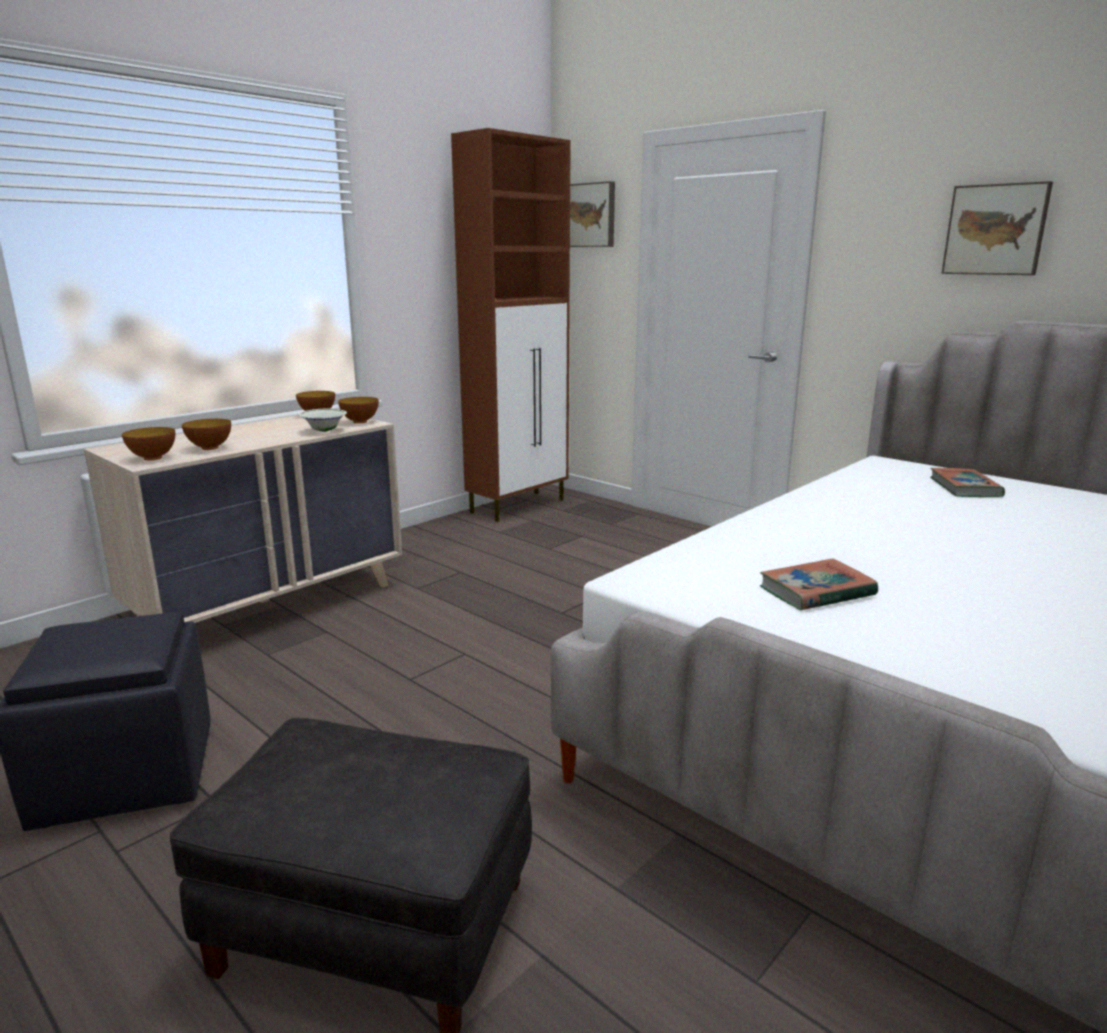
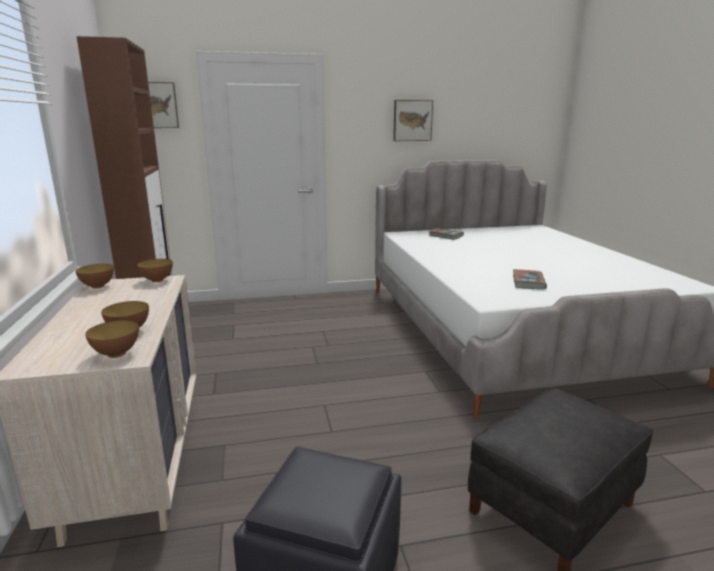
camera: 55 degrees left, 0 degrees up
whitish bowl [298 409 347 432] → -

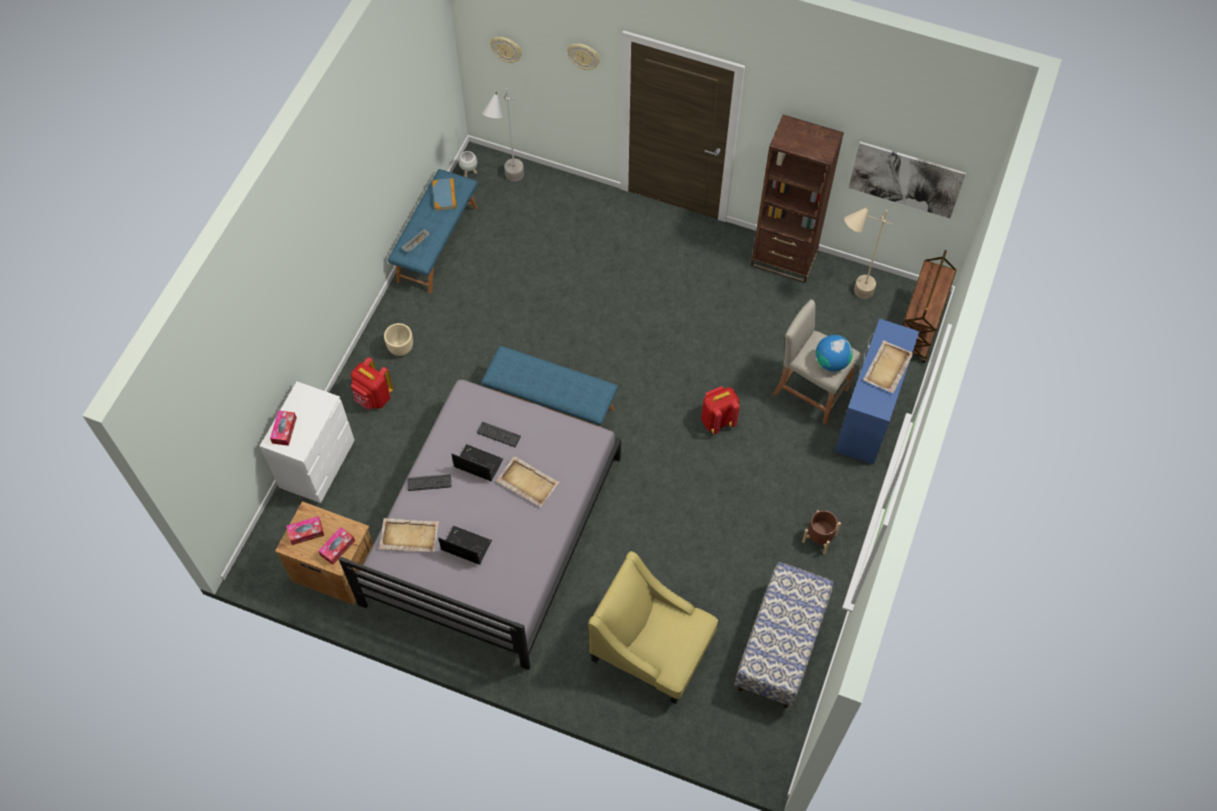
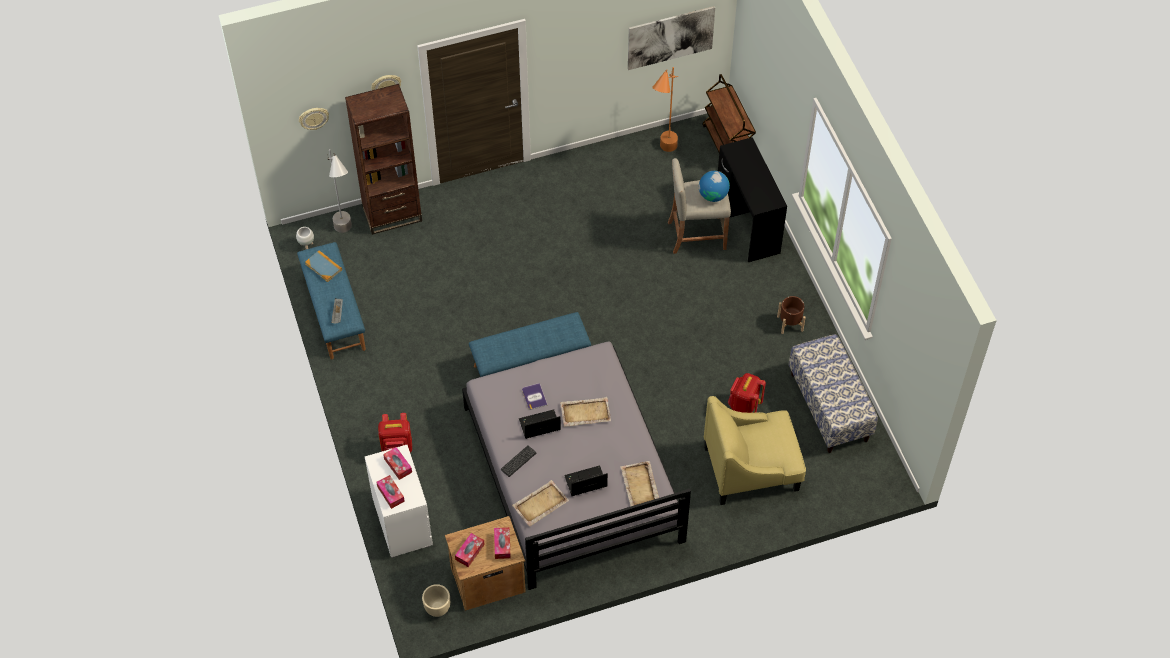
camera: 40 degrees left, 5 degrees down
- → tissue box [383 447 412 480]
beige flower pot [384 323 413 356] → beige flower pot [422 584 450 617], move
red rucksack [701 386 740 434] → red rucksack [728 373 766 413], move
brownish bookshelf [751 115 844 283] → brownish bookshelf [345 84 422 235], move
beige serving tray [863 340 913 393] → beige serving tray [620 461 659 506], move
computer keyboard [477 422 521 447] → book [522 383 548 410]
bluish desk table [835 319 920 465] → black desk table [718 137 787 262]
beige standard lamp [844 206 893 299] → orange standard lamp [652 67 678 152]

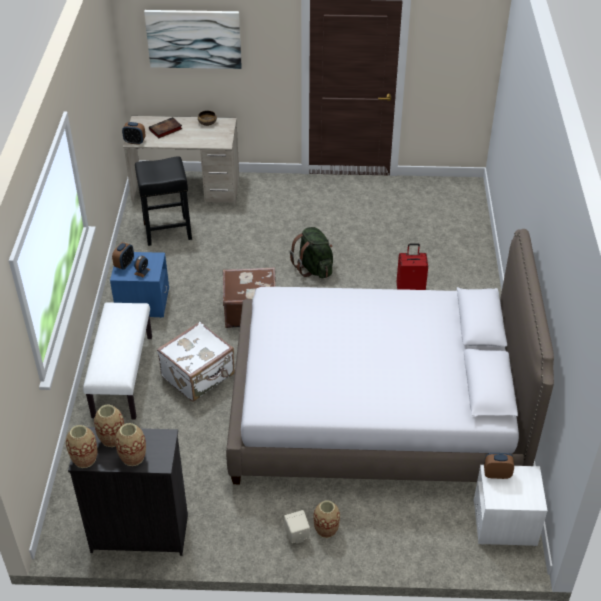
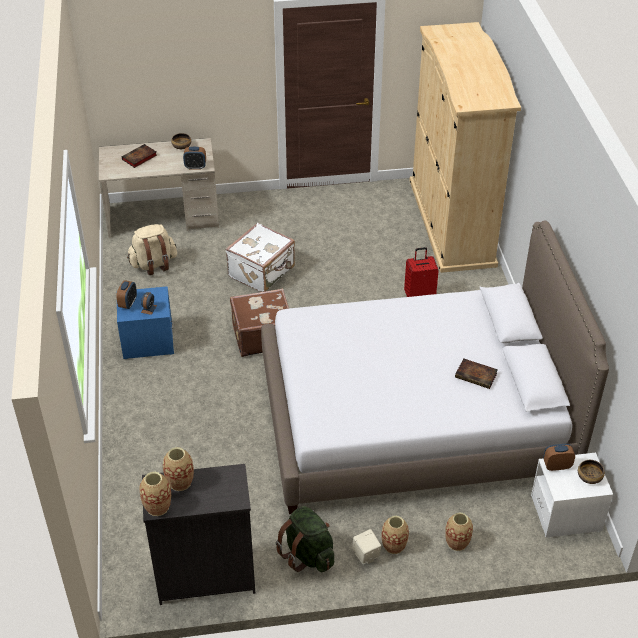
camera: 10 degrees left, 0 degrees up
whitish bench [83 302 152 419] → -
wall art [144 10 242 69] → -
- → beige clothes cupboard [410 22 521 273]
- → book [455 358 498 389]
- → bowl [578 460 605 484]
vase [115 423 146 466] → vase [445 513 473 551], move
bedside clock [122 122 146 145] → bedside clock [183 147 206 170], move
whitish travel case [157 322 235 402] → whitish travel case [225 223 295 292], move
greenish rucksack [290 227 333 278] → greenish rucksack [276 506 334 572], move
black stool [135 156 192 246] → beige rucksack [127 224 177 275]

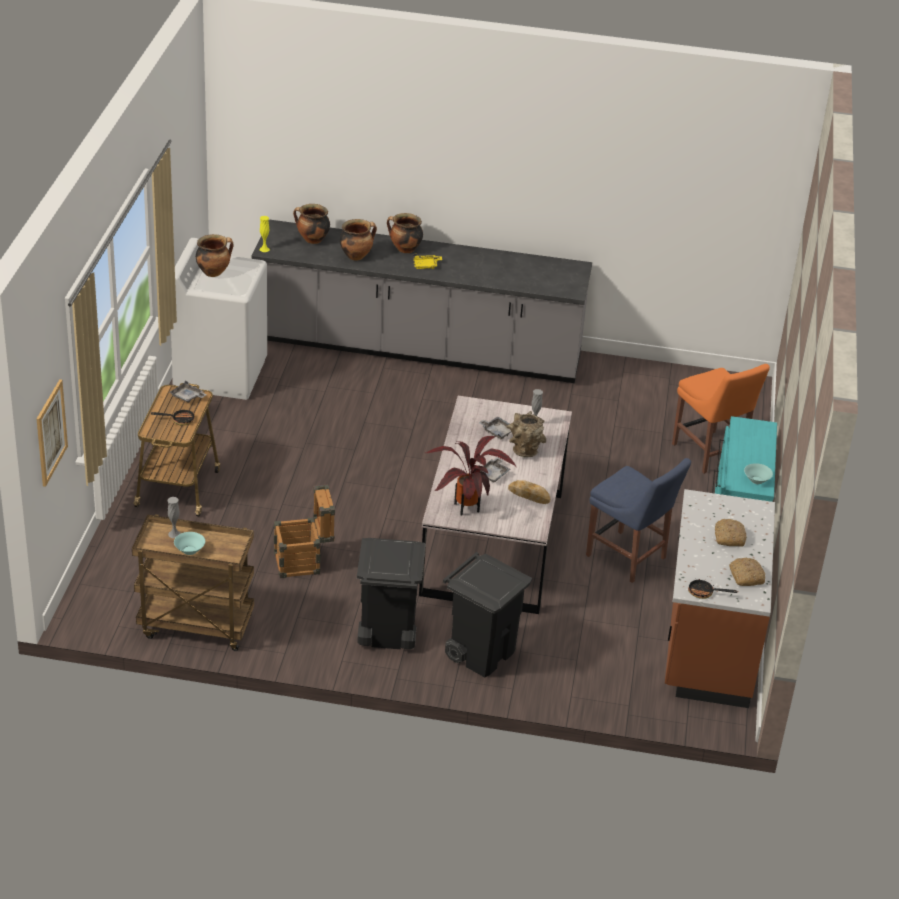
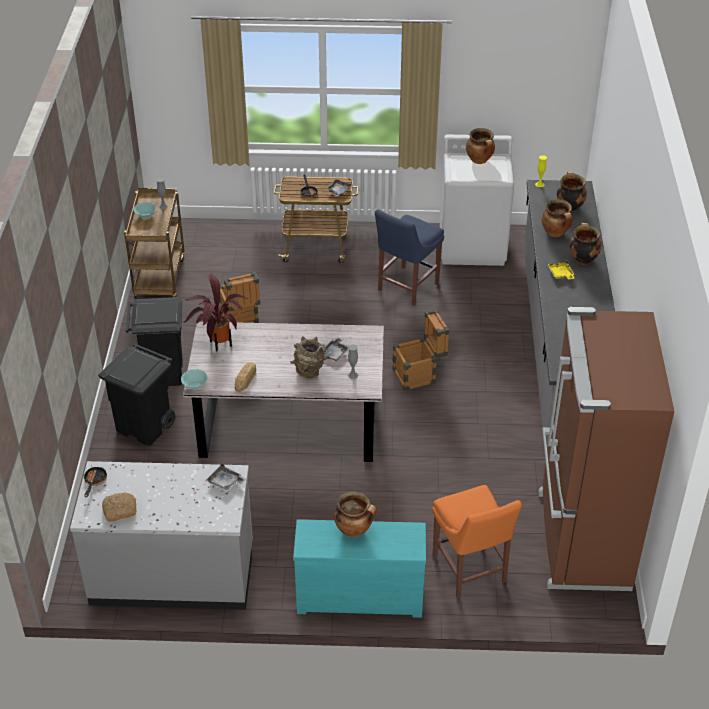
camera: 85 degrees right, 5 degrees up
wall art [37 379 68 487] → -
bakery bread [715 519 747 547] → -
- → stockpot [334 491 377 537]
- → shipping crate [392 309 449 391]
- → brownish refrigerator [538 307 675 591]
grey serving tray [480 457 511 483] → grey serving tray [206 464 246 490], move
bluish upright chair [586 458 691 583] → bluish upright chair [375 209 444 306], move
turquoise bowl [744 463 773 484] → turquoise bowl [181 369 208 389], move
brownish kitchen counter [665 489 775 708] → grey kitchen counter [70 461 253 610]
orange upright chair [672 364 770 474] → orange upright chair [432 485 522 598], 75 degrees counterclockwise

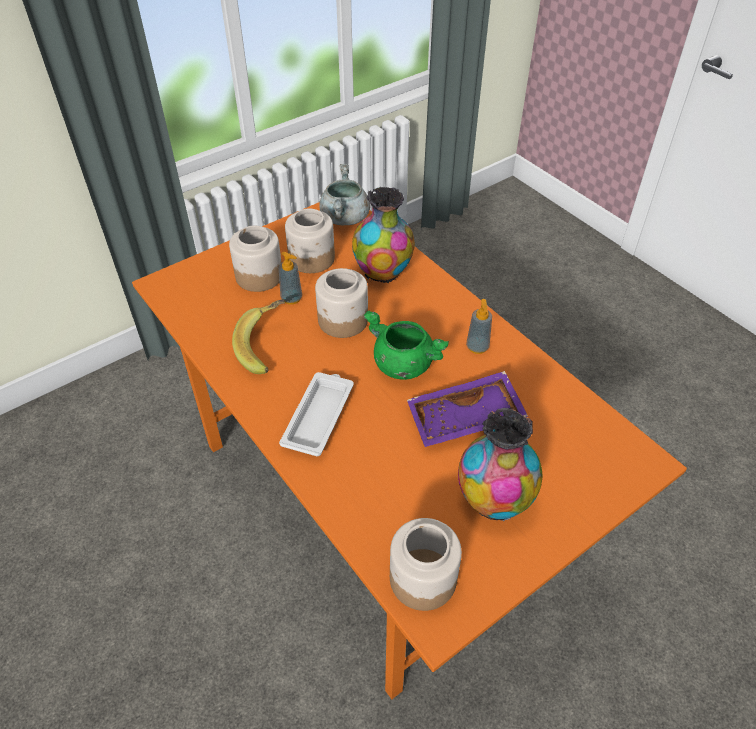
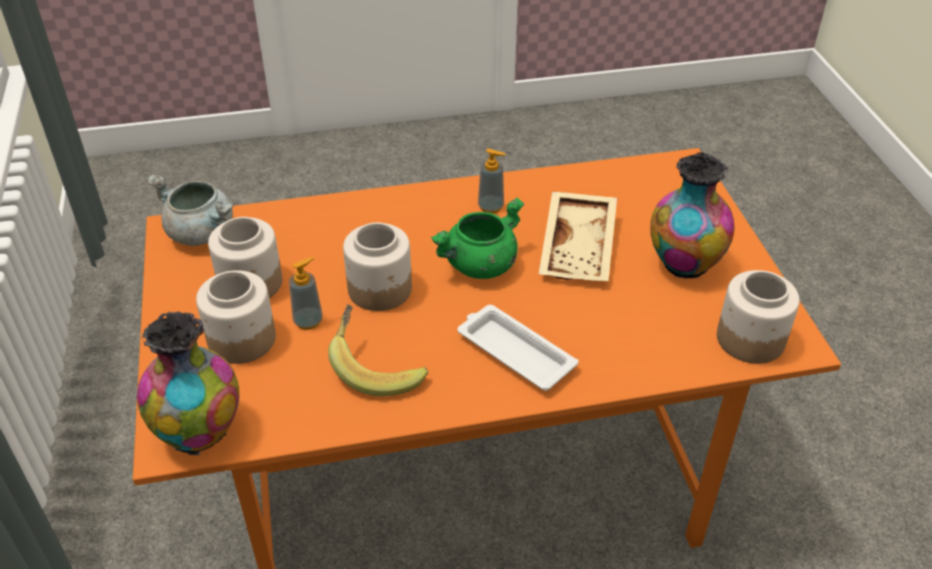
camera: 65 degrees left, 5 degrees down
vase [352 187 415 283] → vase [137 311 239 455], move
purplish serving tray [407 371 528 447] → beige serving tray [539 192 617 281]

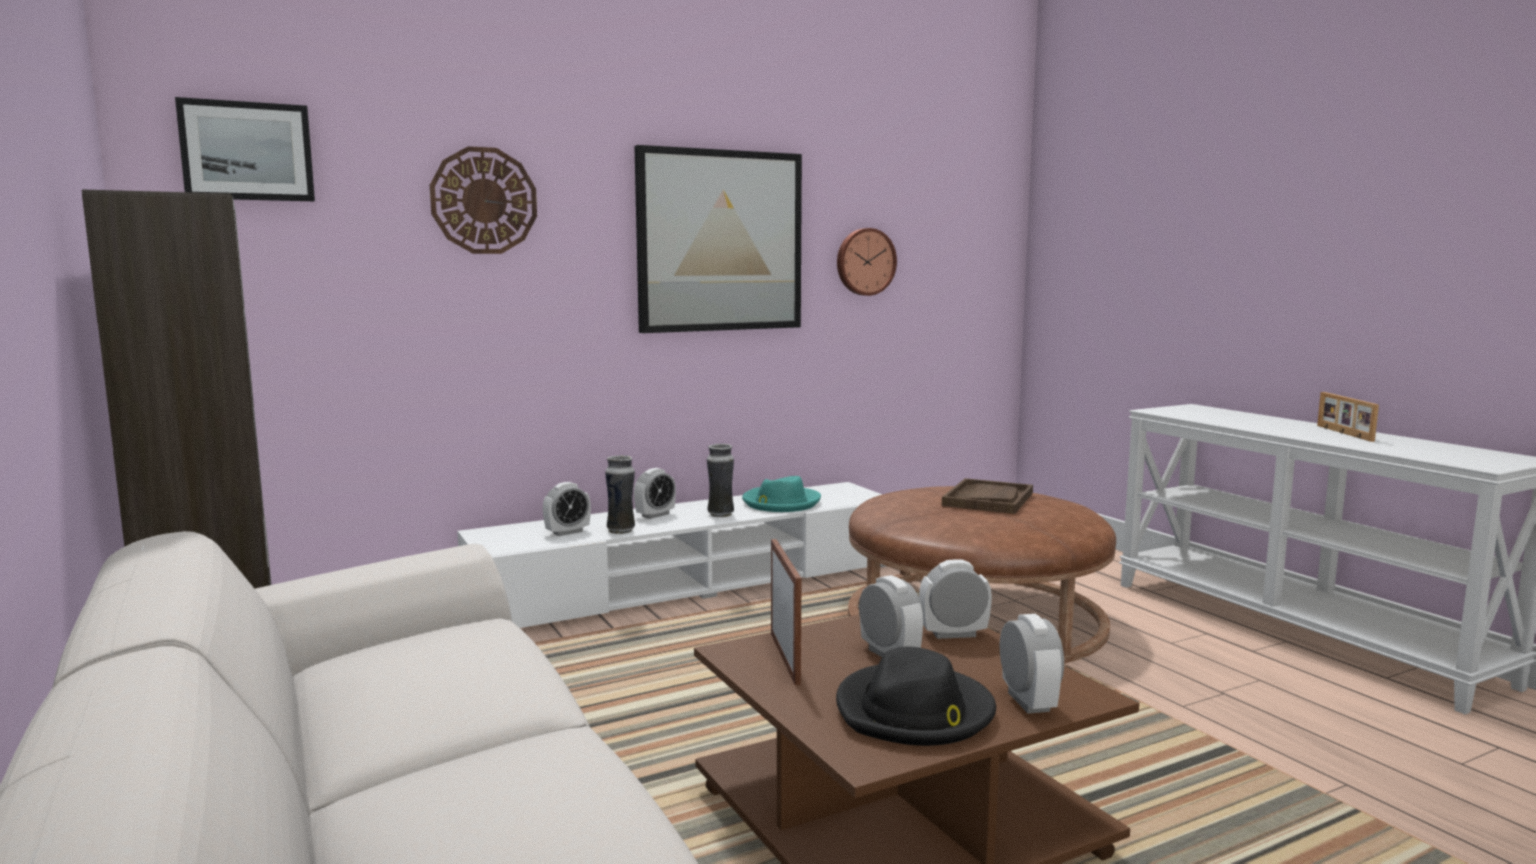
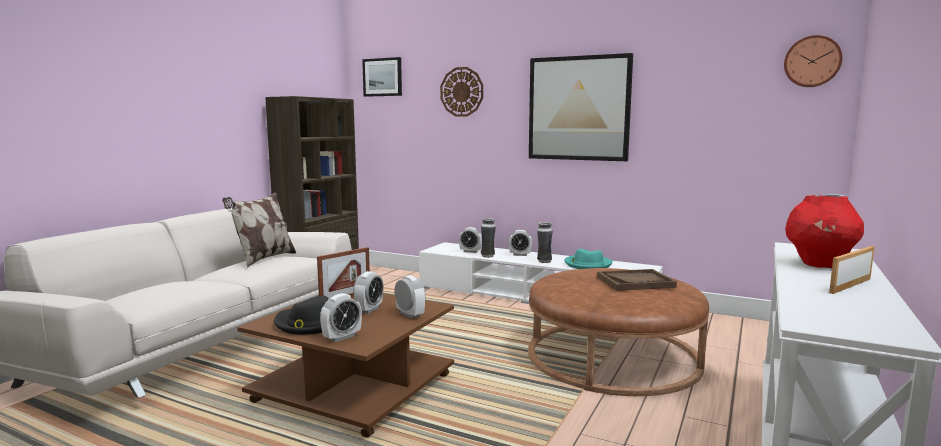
camera: 55 degrees right, 0 degrees up
- → cushion [222 193 296 268]
- → red vase [785 194 864 268]
wall clock [837 228 897 296] → wall clock [784 35 842 87], move

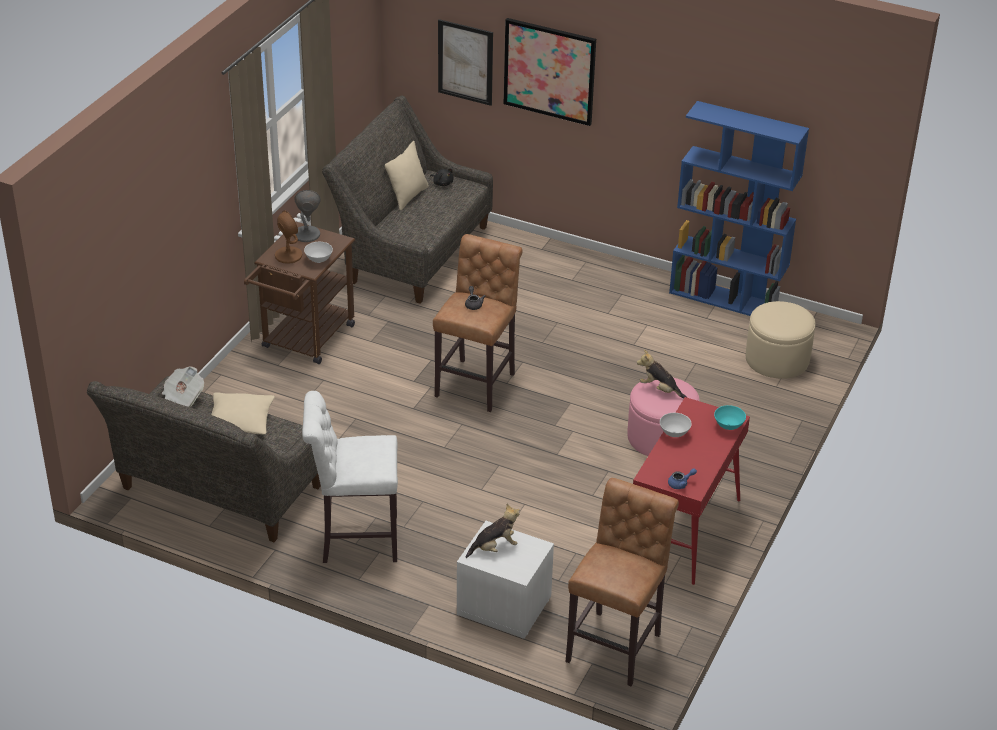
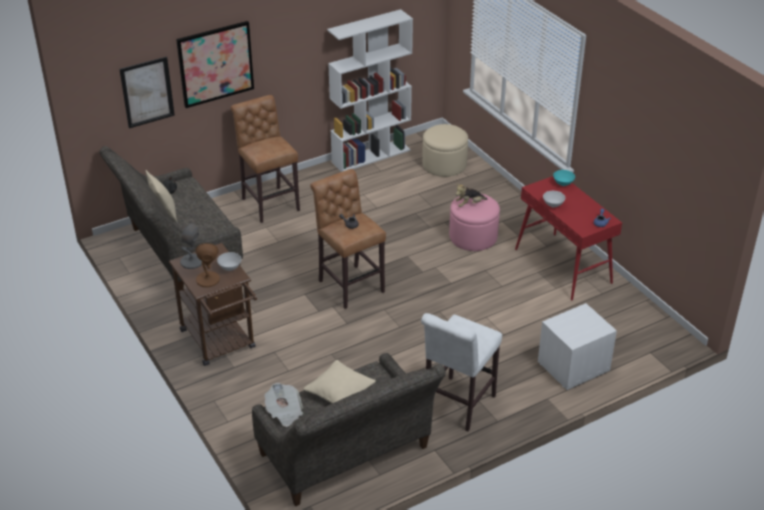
camera: 55 degrees left, 0 degrees up
plush toy [466 503 520 558] → -
brownish stool [566 478 679 686] → brownish stool [231 95 300 223], move
bluish bookshelf [669 101 809 316] → whitish bookshelf [327 9 413 172]

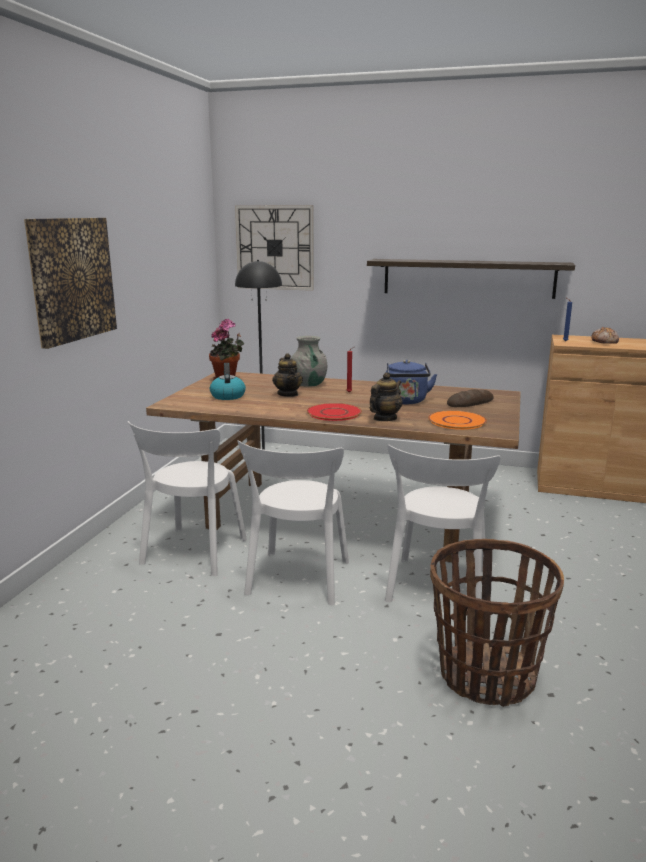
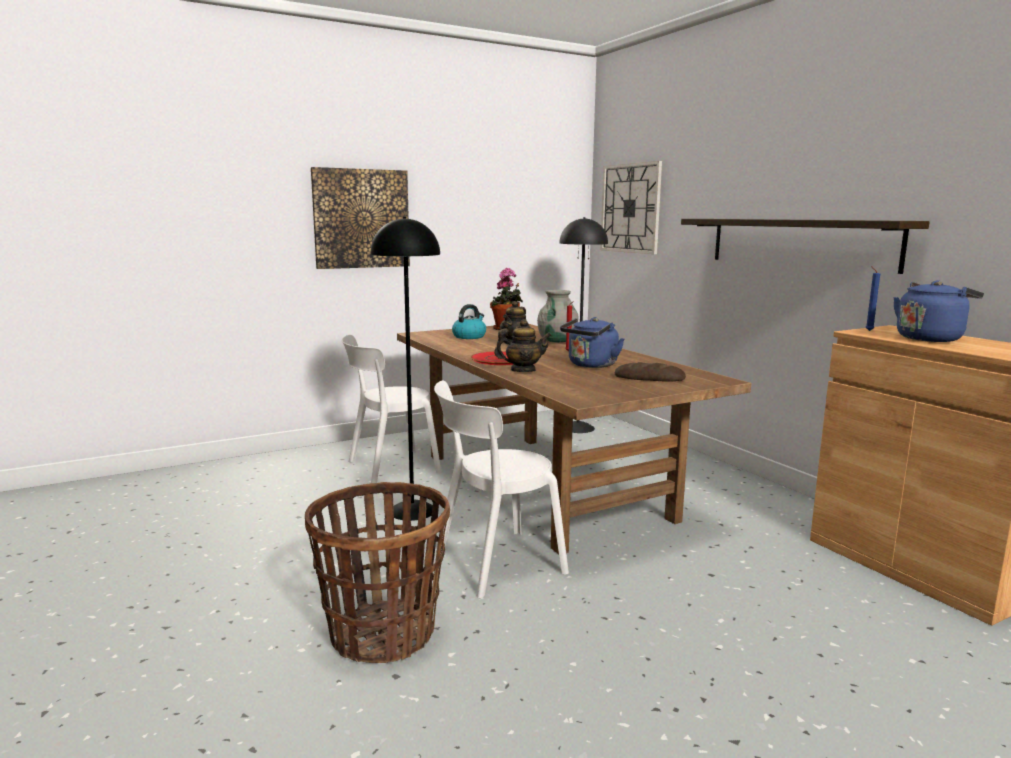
camera: 45 degrees right, 5 degrees down
orange plate [428 410 487 430] → -
whitish upright chair [237 440 349 606] → black standard lamp [370 217 440 521]
bakery bread [591 327 619 344] → bluish tea kettle [893 280 984 342]

